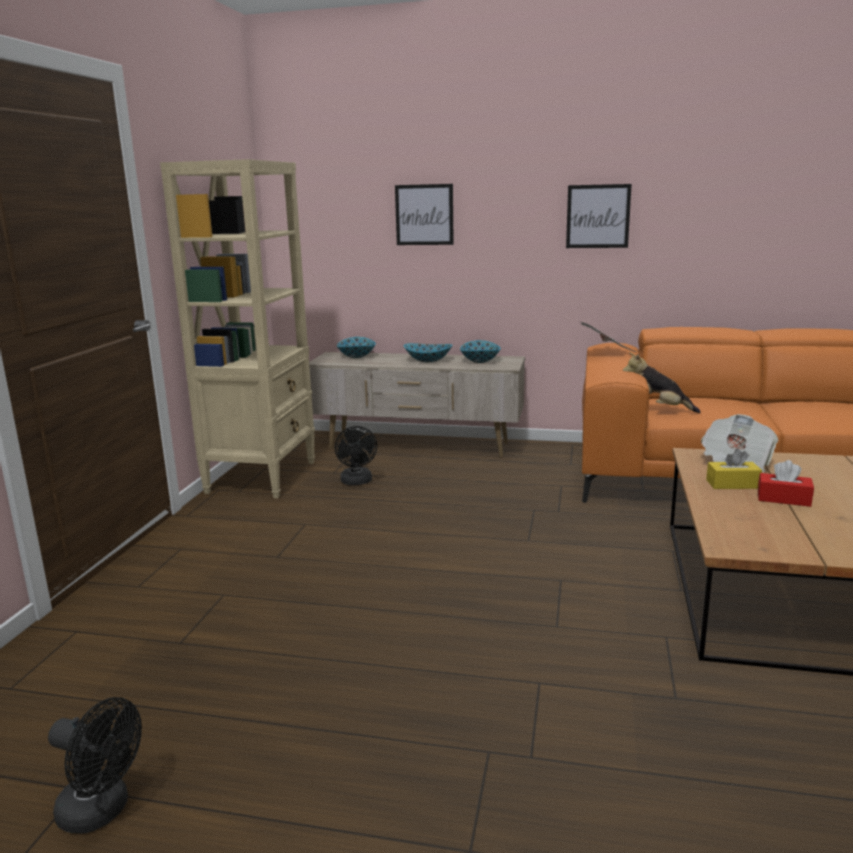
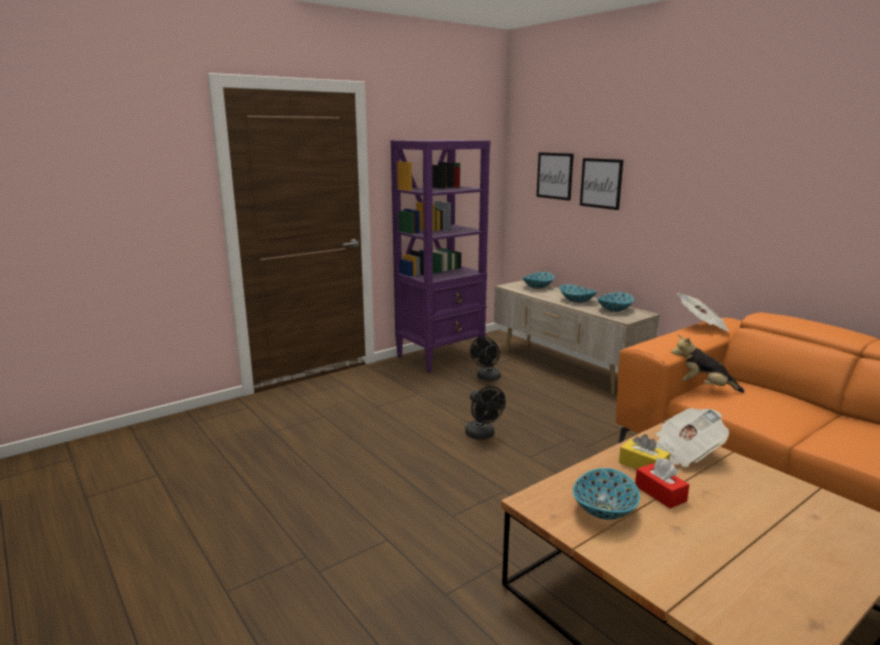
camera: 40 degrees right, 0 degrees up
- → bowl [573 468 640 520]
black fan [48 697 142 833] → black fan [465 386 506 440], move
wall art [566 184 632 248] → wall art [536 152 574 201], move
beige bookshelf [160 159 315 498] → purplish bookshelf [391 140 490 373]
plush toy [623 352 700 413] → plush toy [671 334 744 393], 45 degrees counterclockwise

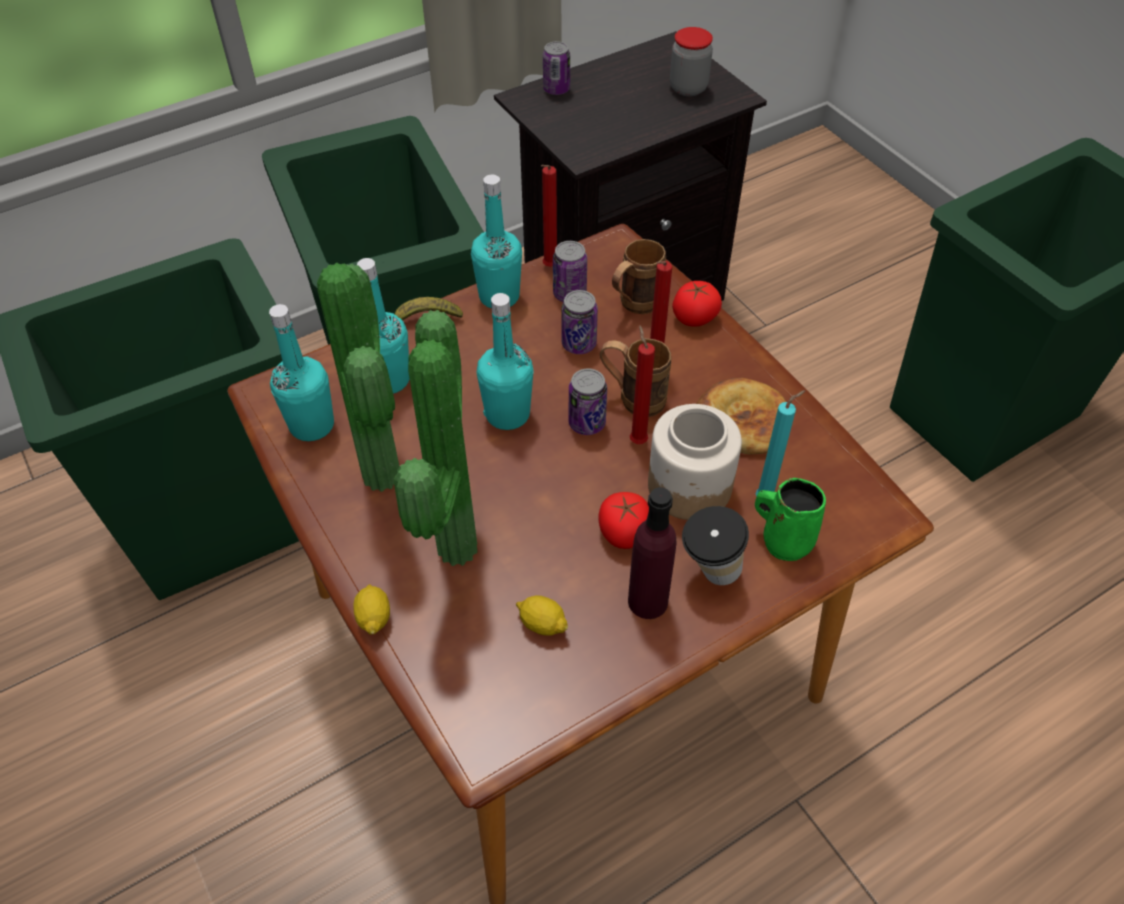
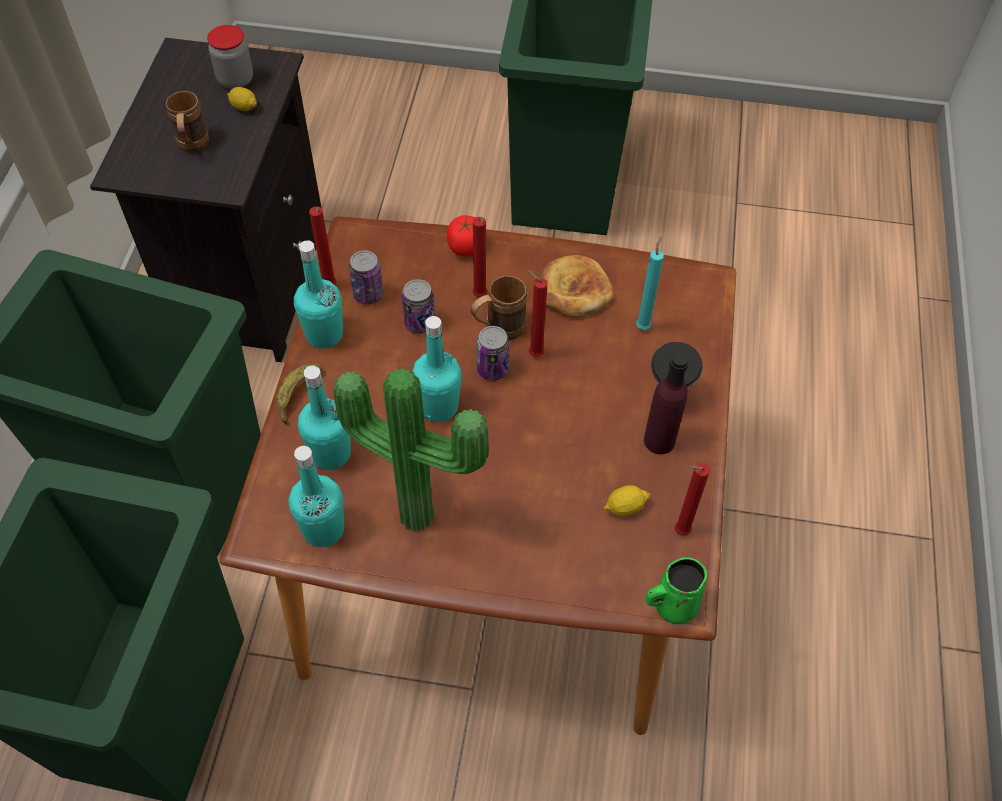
camera: 50 degrees left, 5 degrees up
houseplant [394 310 478 566] → -
sealed can [543 41 570 95] → -
tomato [598 492 649 549] → -
preserve jar [648 404 742 520] → -
- → red candle [675 463 710 536]
whole lemon [353 584 390 635] → whole lemon [227 87 257 111], move
brownish mug [612 239 666 314] → brownish mug [166 91 209 152], move
greenish mug [755 478 826 561] → greenish mug [645 557 707 624], move

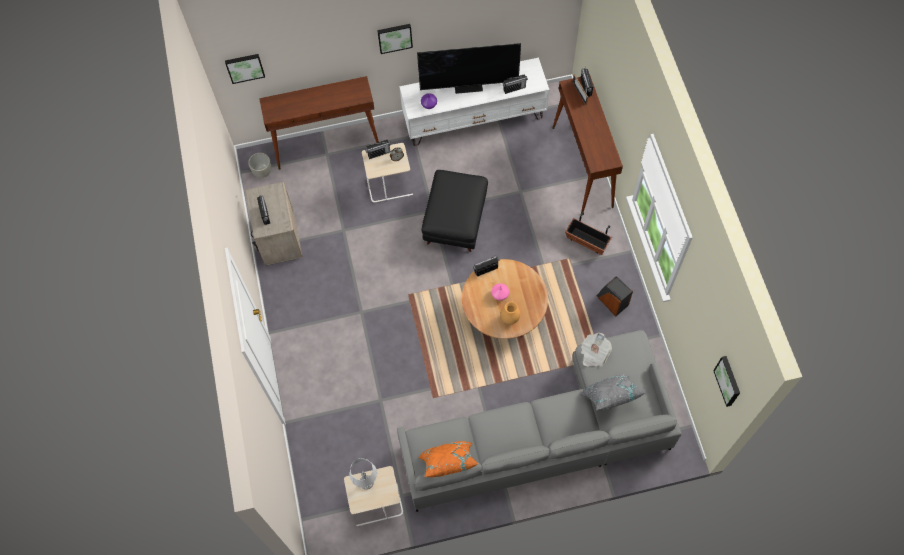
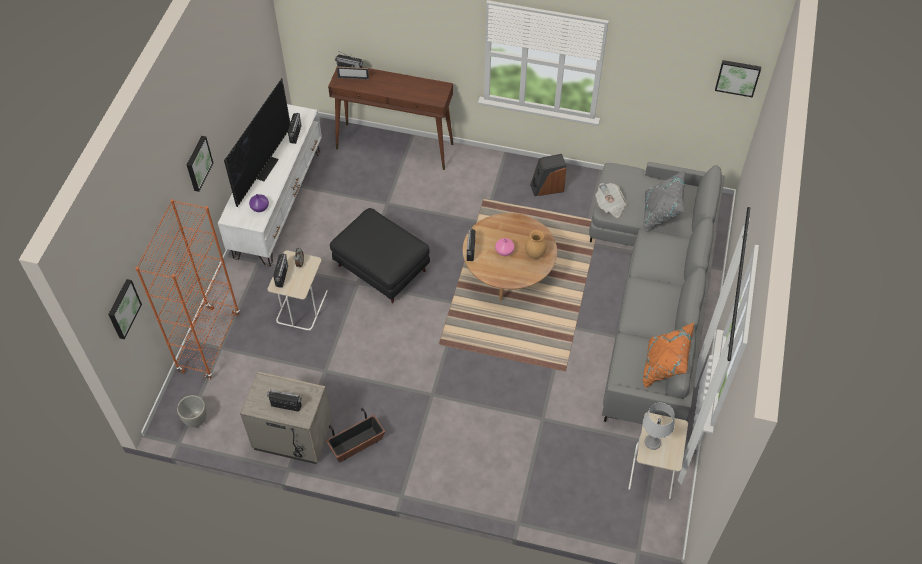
camera: 65 degrees left, 10 degrees down
flower pot [565 212 612 255] → flower pot [326 408 385 463], move
brownish console table [259 76 379 170] → orange bookshelf [136 199 240 379]

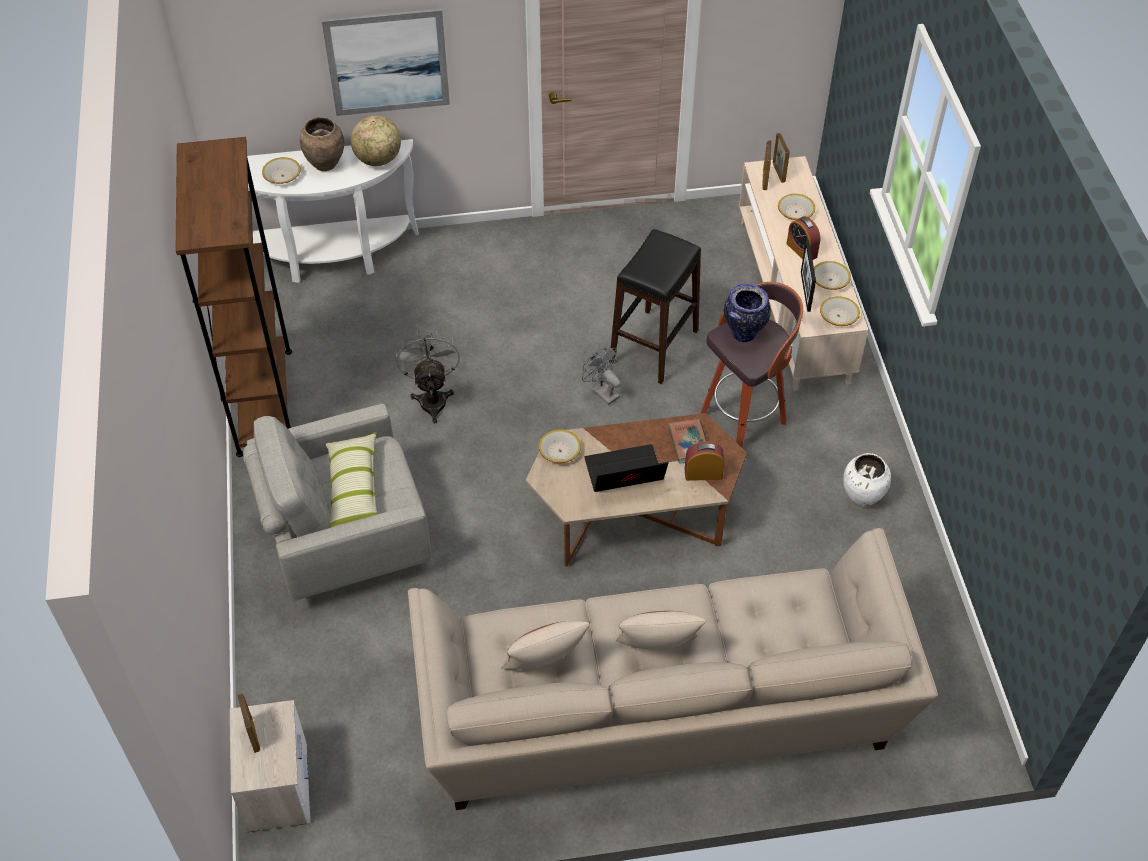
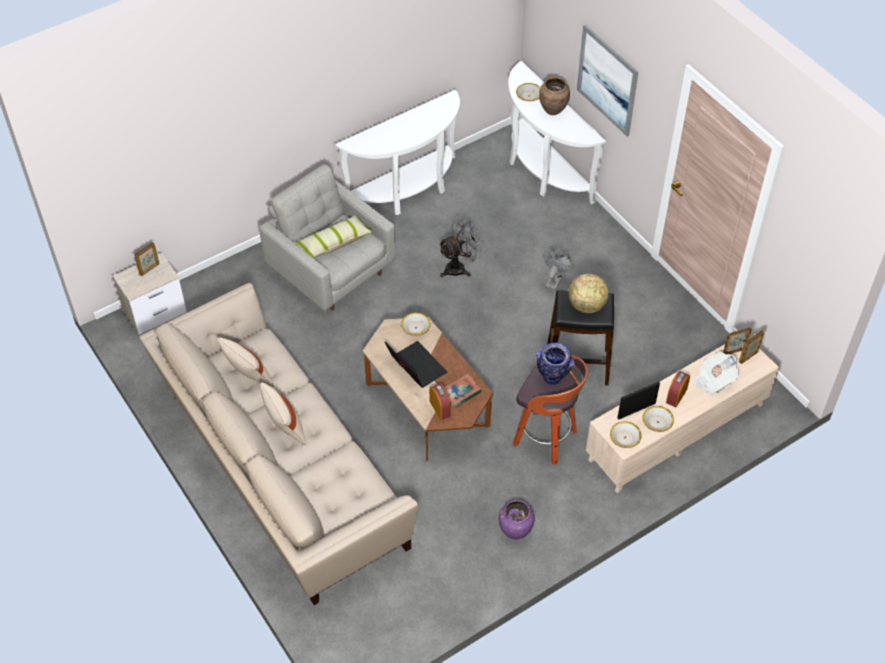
camera: 65 degrees right, 0 degrees up
world globe [351 115 401 166] → world globe [569 274 609 313], move
grey fan [582 348 621 405] → grey fan [543 250 574 291], move
brownish bookshelf [176 137 292 457] → whitish console table [335 90 460 215]
bowl [778 194 815 220] → printed paper [693 352 739 396]
whitish vase [843 453 891 506] → purplish vase [499 500 535 539]

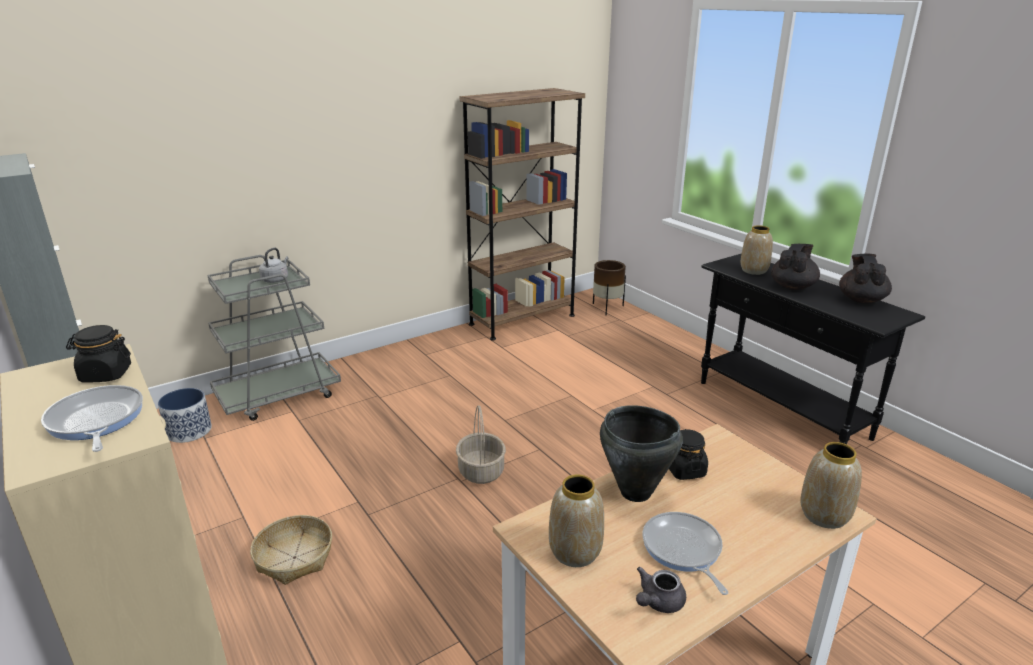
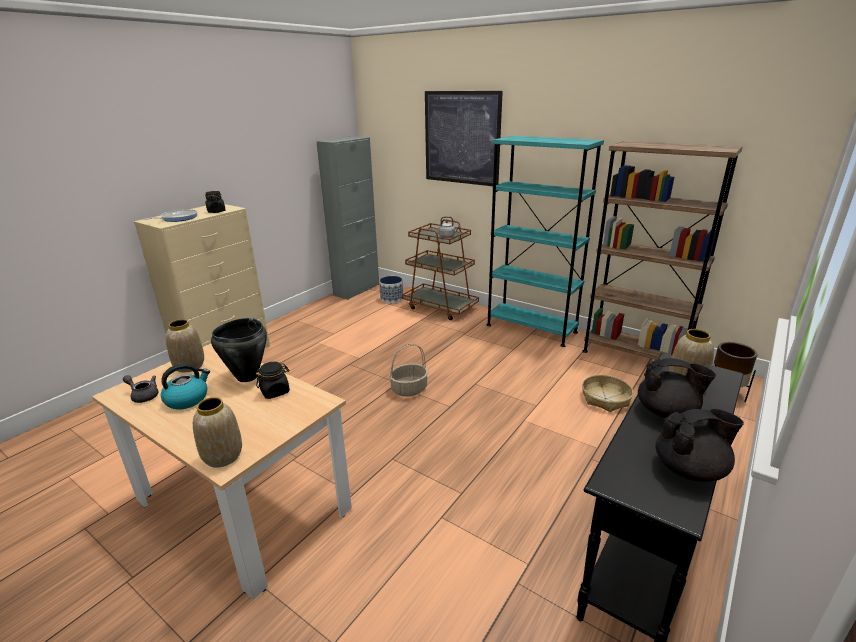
camera: 70 degrees right, 0 degrees up
- → wall art [425 91 503 186]
- → turquoise bookshelf [487 136 604 347]
household basket [250 515 332 585] → household basket [582 375 633 412], move
skillet [642 512 728 595] → tea kettle [161 363 210 409]
grey wheeled cart [207 255 341 421] → brownish wheeled cart [402 219 479 320]

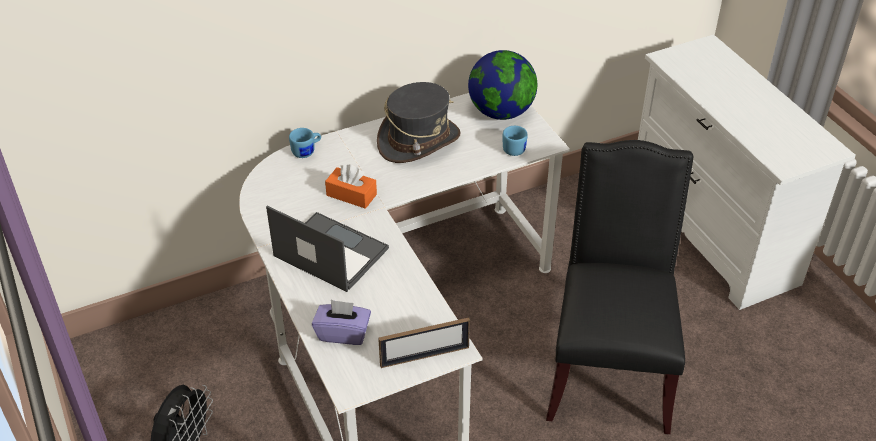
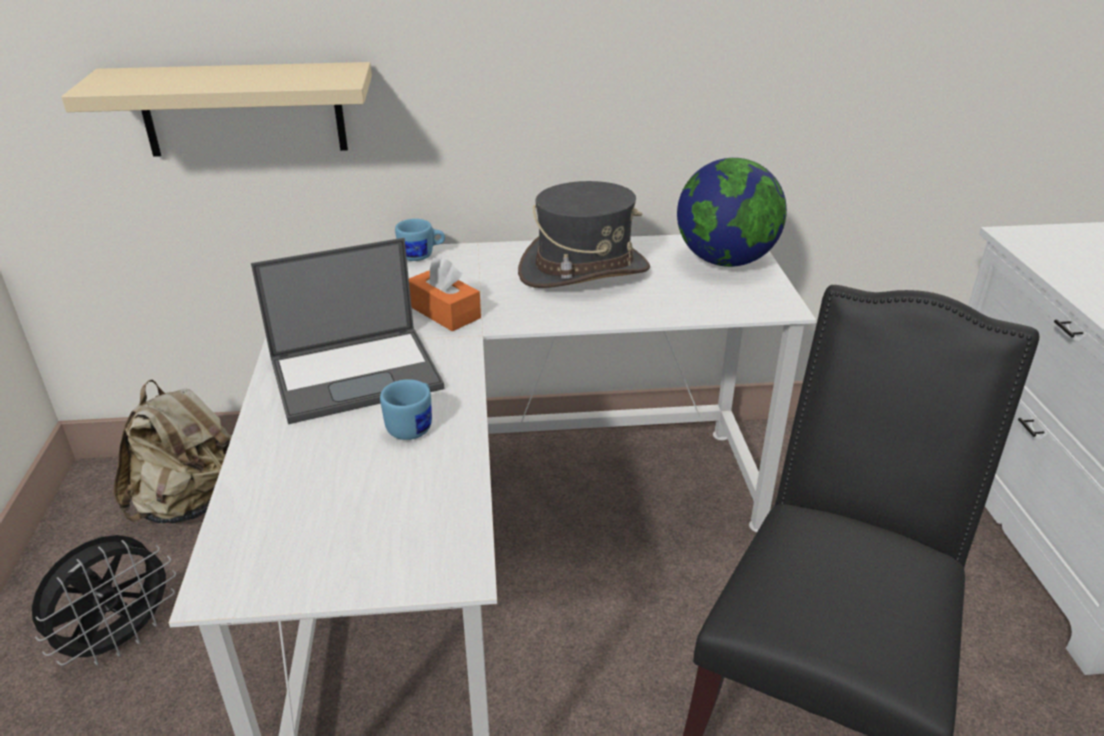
camera: 20 degrees right, 10 degrees down
purplish tissue box [312 300 371 345] → -
photo frame [378 318 470 368] → -
- → beige shelf [61 62 372 157]
- → beige rucksack [114 380 232 524]
bluish mug [503 126 528 156] → bluish mug [380 379 432 440], move
portable computer [266 206 389 292] → portable computer [251 238 444 424], 105 degrees clockwise

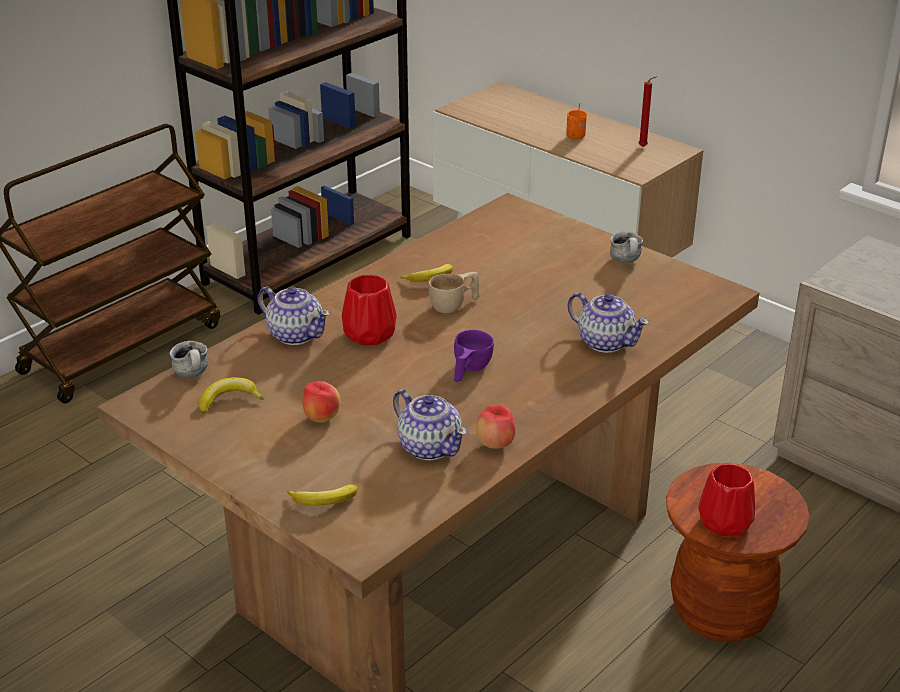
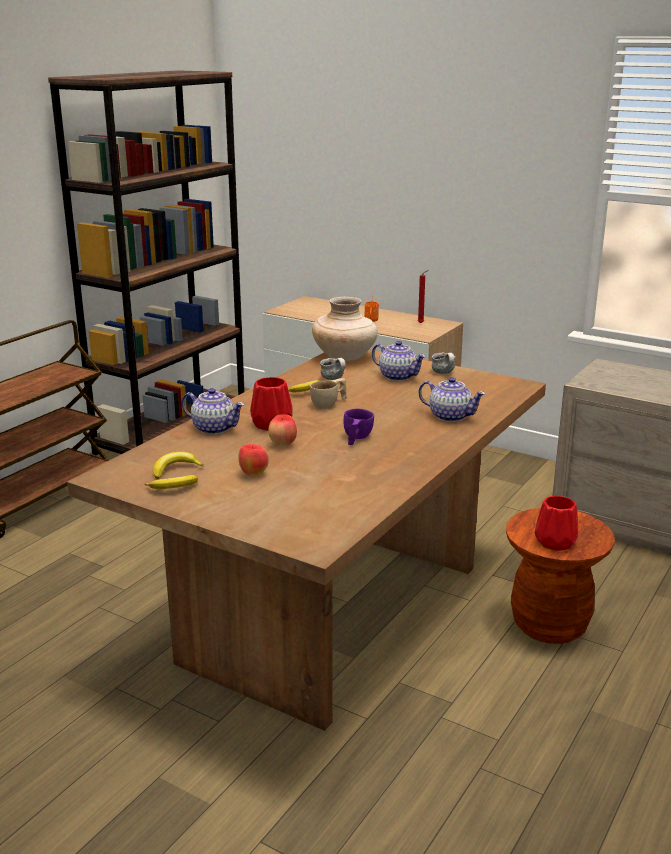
camera: 10 degrees left, 10 degrees down
- → beige vase [312 297 378 361]
mug [170 341 208 378] → mug [320 358 346 380], move
banana [287 485 357 506] → banana [144 475 198 489], move
pot for tea [393 389 467 460] → pot for tea [372 341 426 381], move
apple [476 405 516 449] → apple [268 414 297 446], move

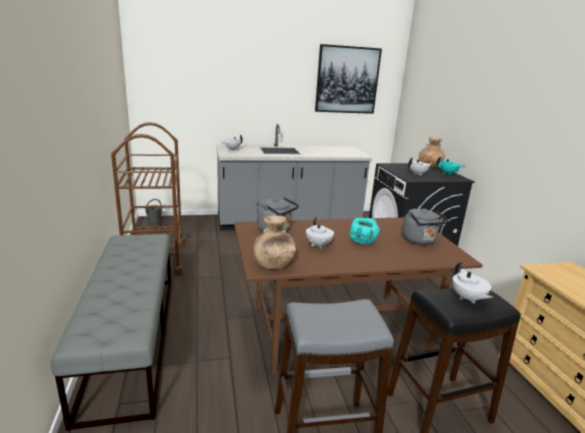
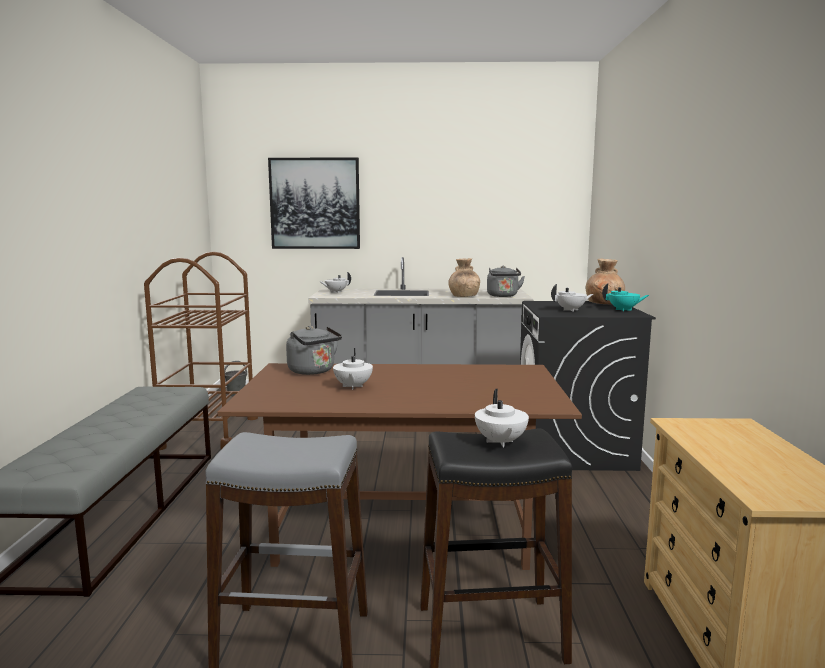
camera: 15 degrees right, 10 degrees down
turquoise bowl [350 218 380 244] → -
brownish vase [254 215 296 269] → brownish vase [448 258 480 297], move
wall art [315 44 382 114] → wall art [268 158 360 249], move
grey tea kettle [402 208 448 245] → grey tea kettle [487 266 525 297], move

